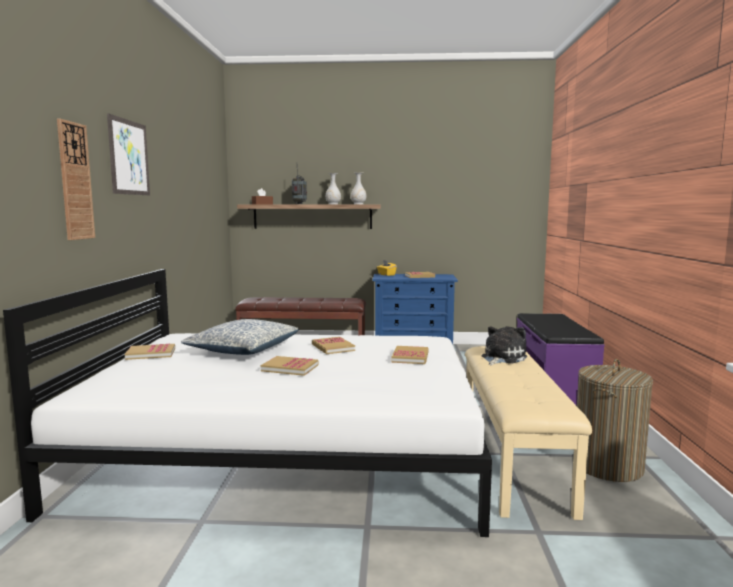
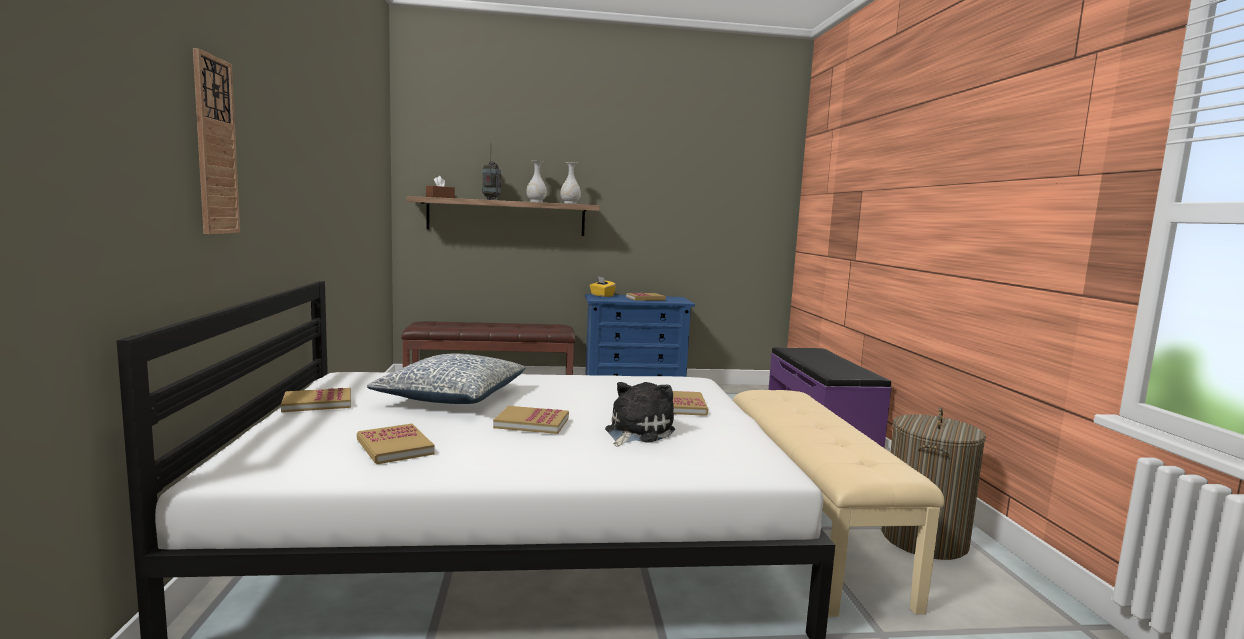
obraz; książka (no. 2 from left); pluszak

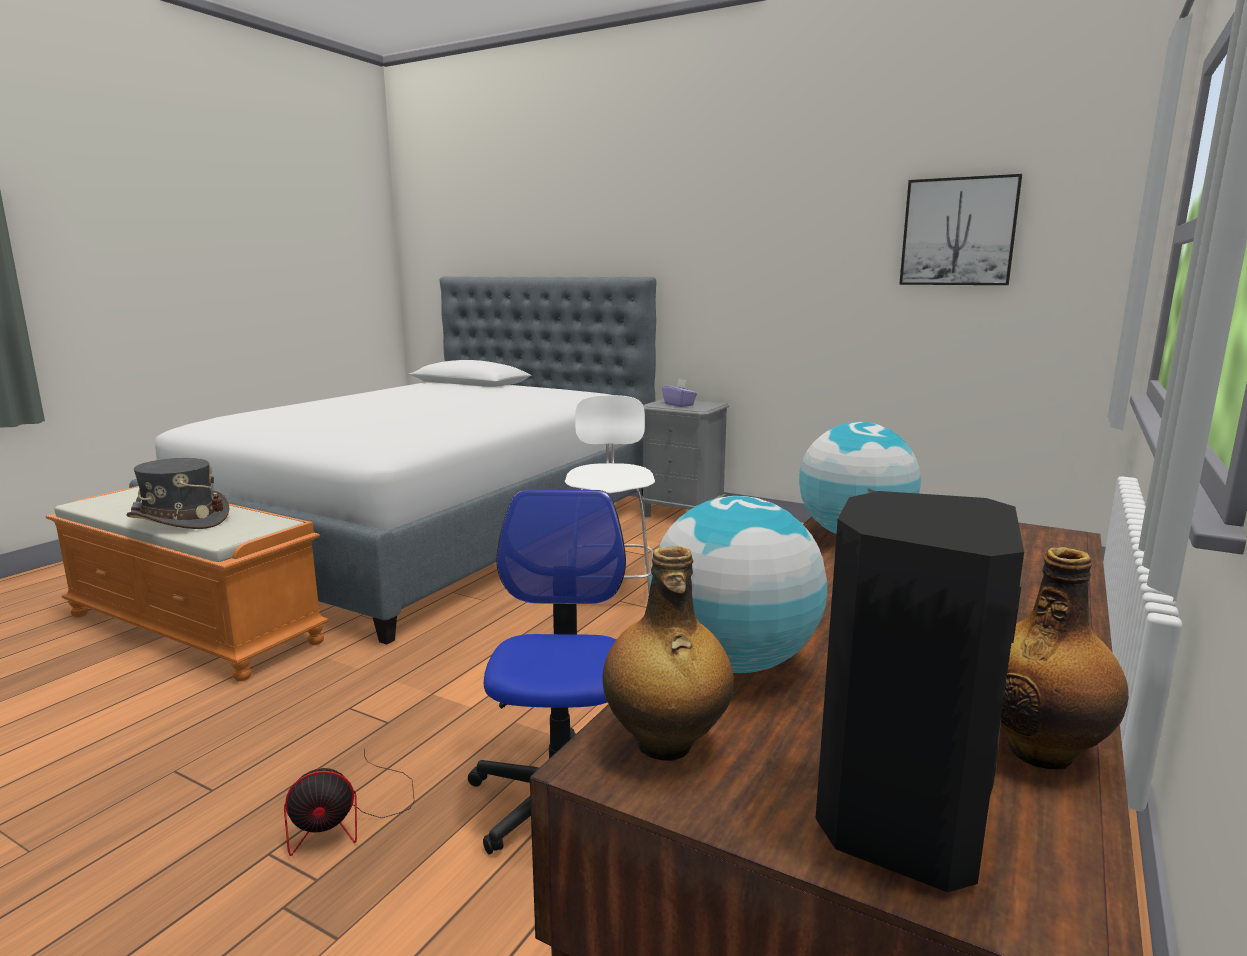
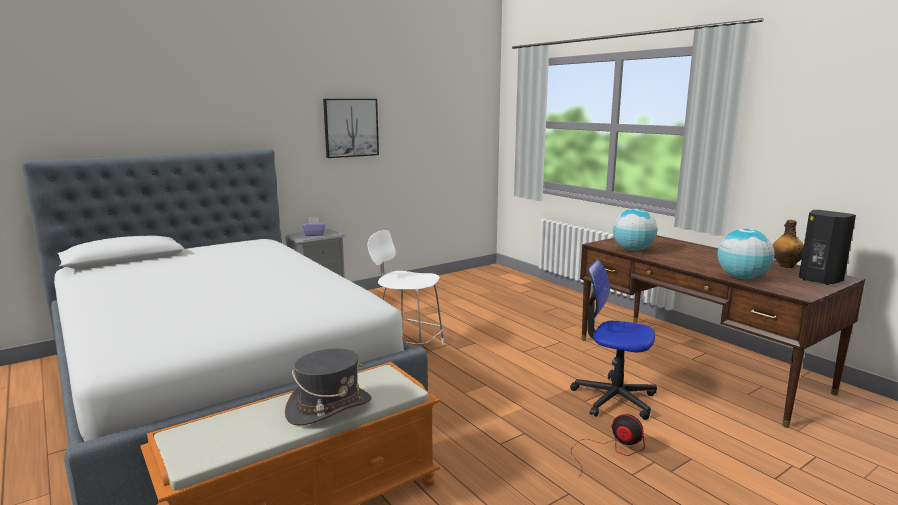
butelka (no. 1 from left in the first image); obraz; wentylator

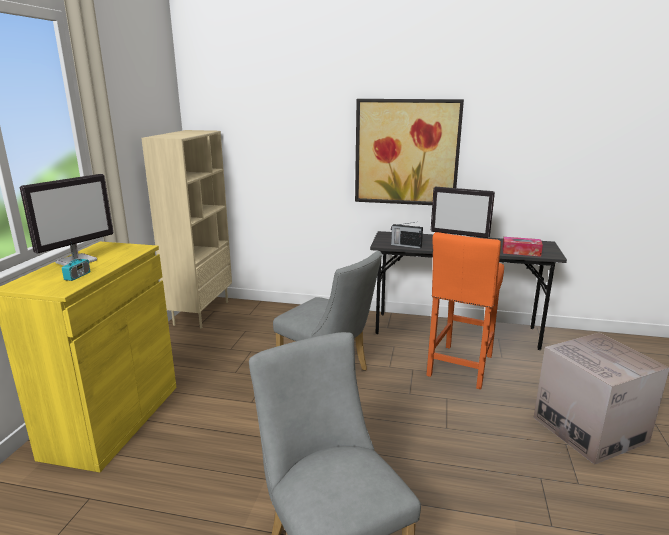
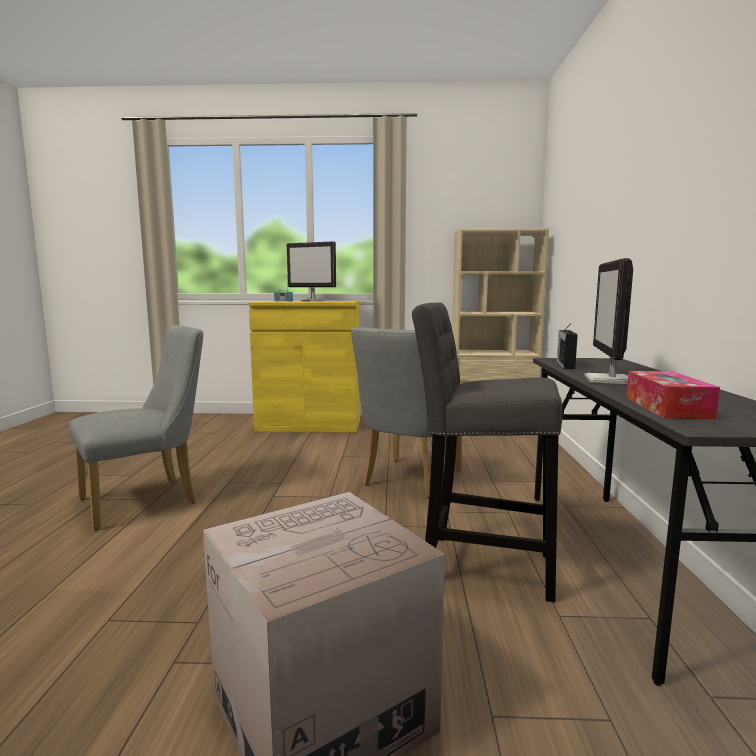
obraz; stołek [szary]

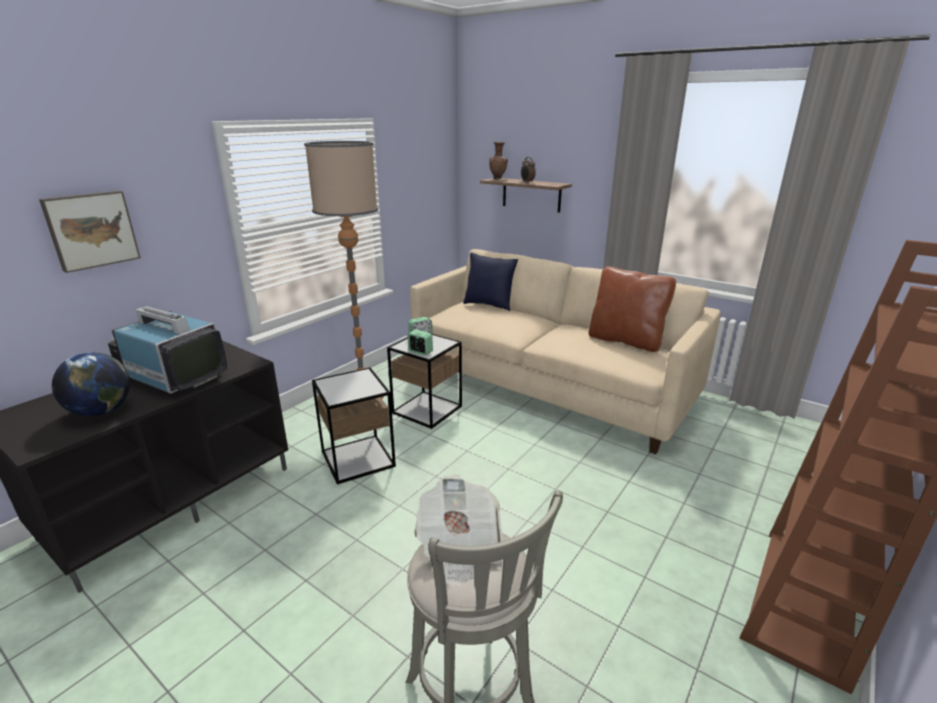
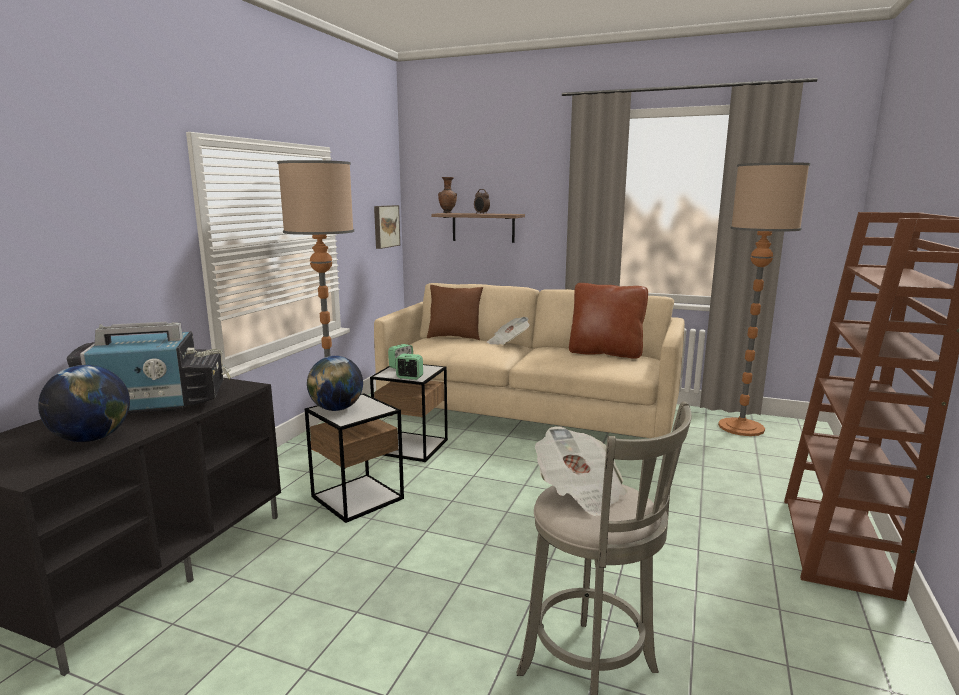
globus (no. 2 from left); gazeta (no. 1 from left); lampa stojąca (no. 2 from left); obraz; poduszka [brązowy] (no. 1 from left); telewizor

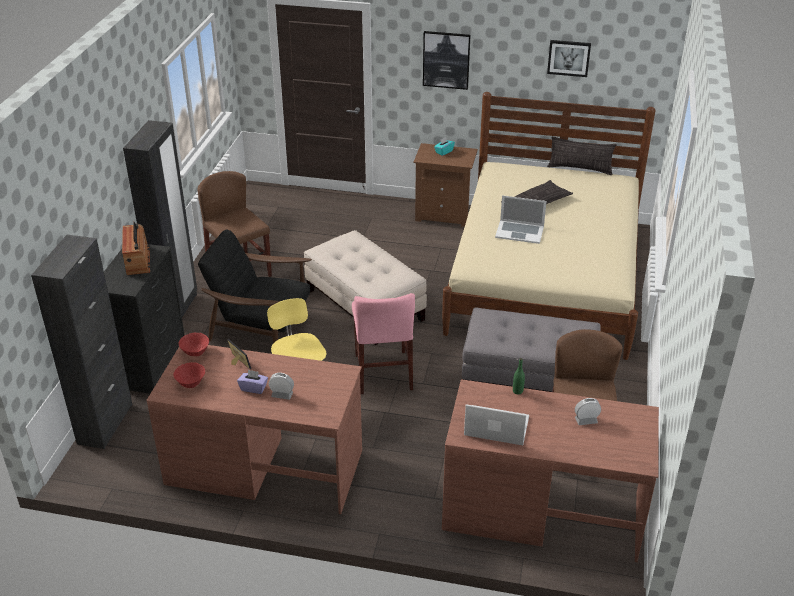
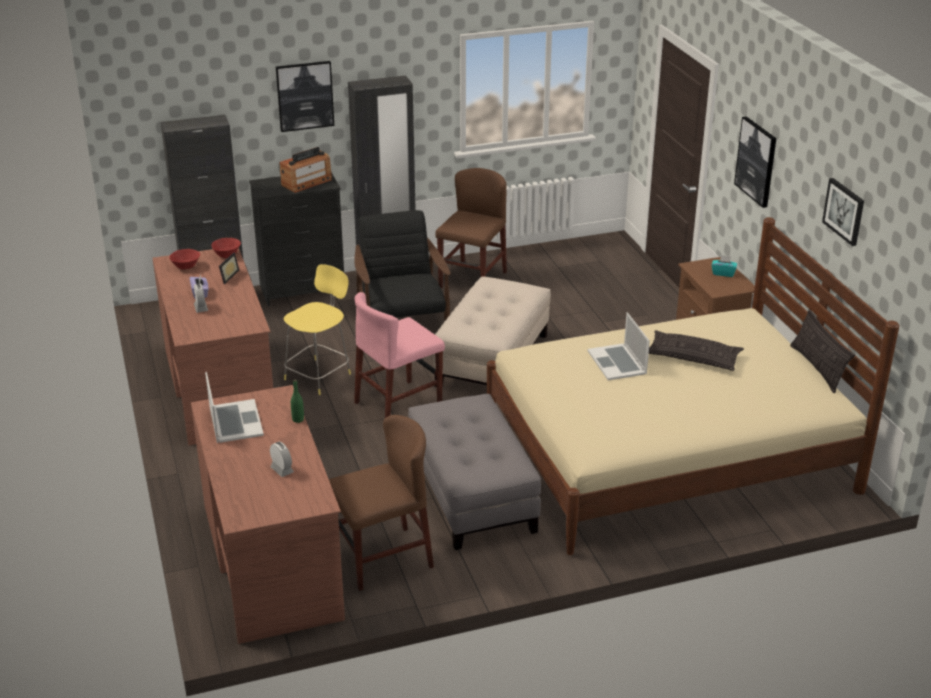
obraz (no. 1 from left)

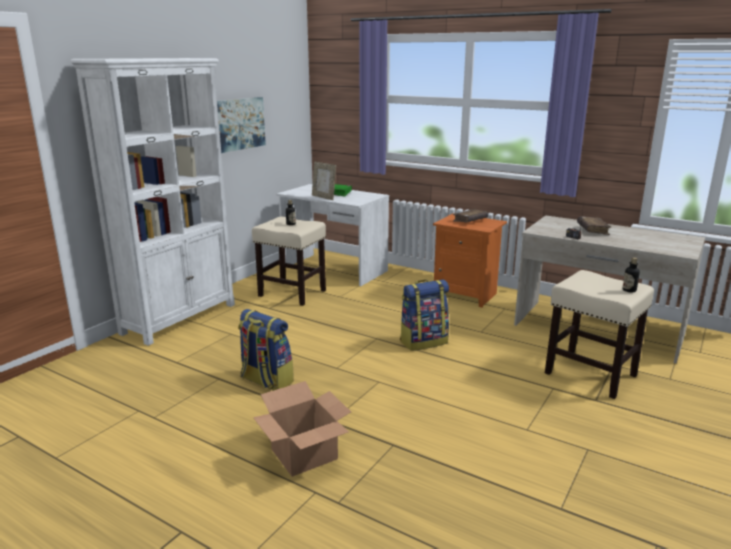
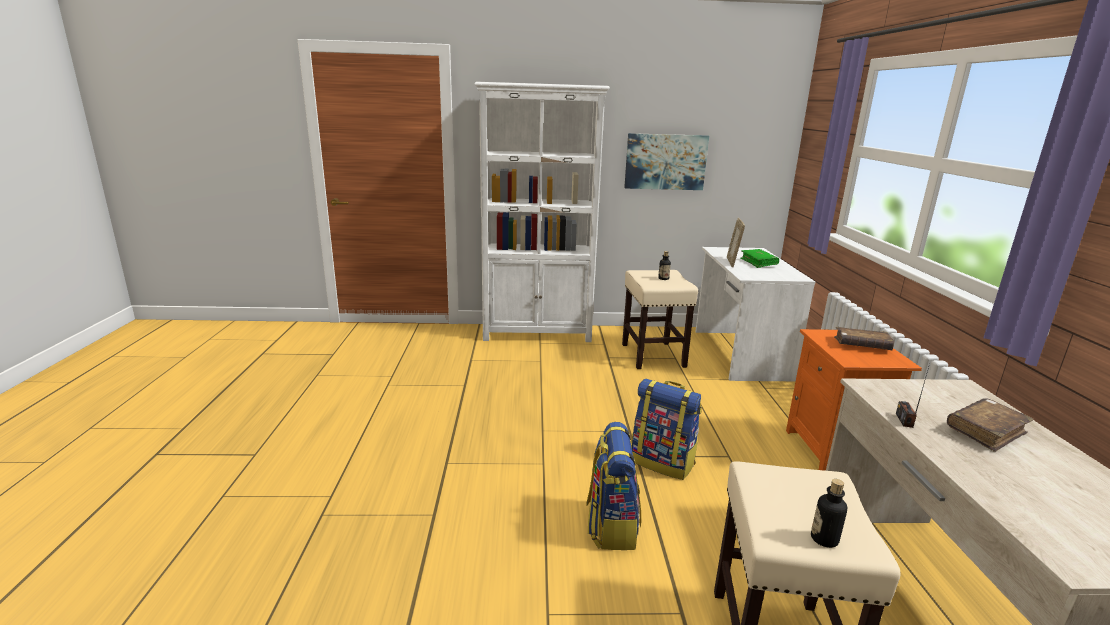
karton; plecak (no. 1 from left)

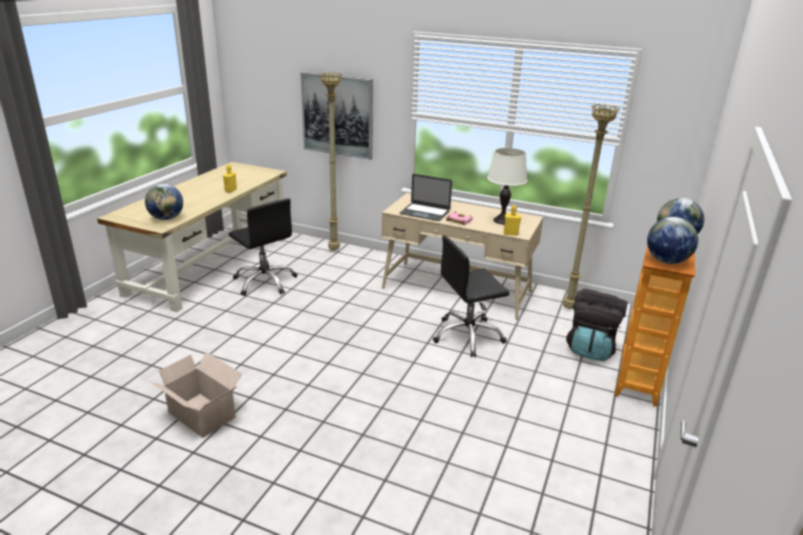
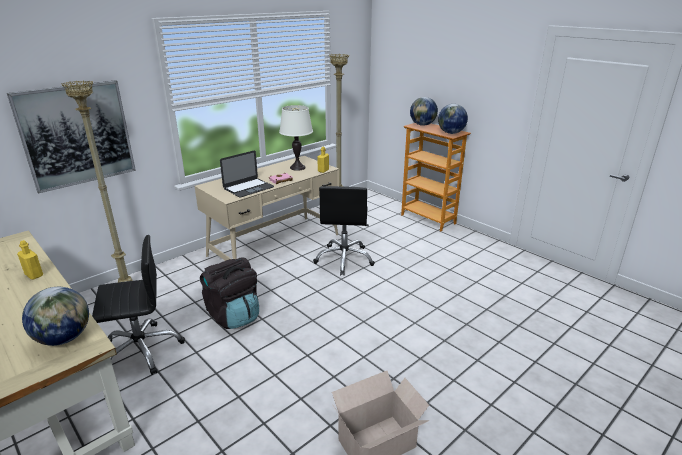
plecak [czarny]

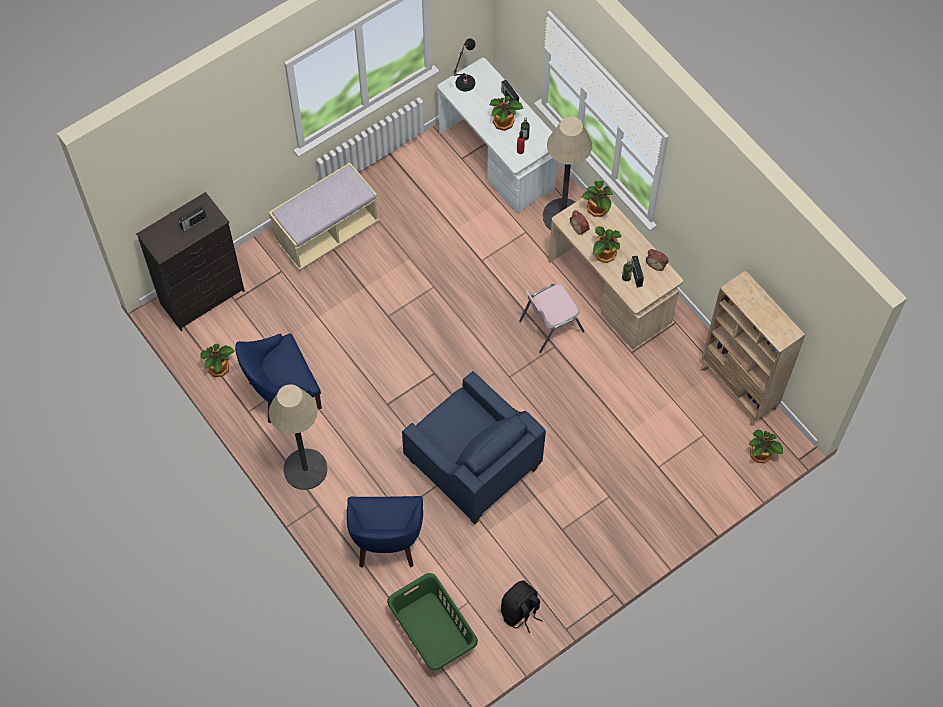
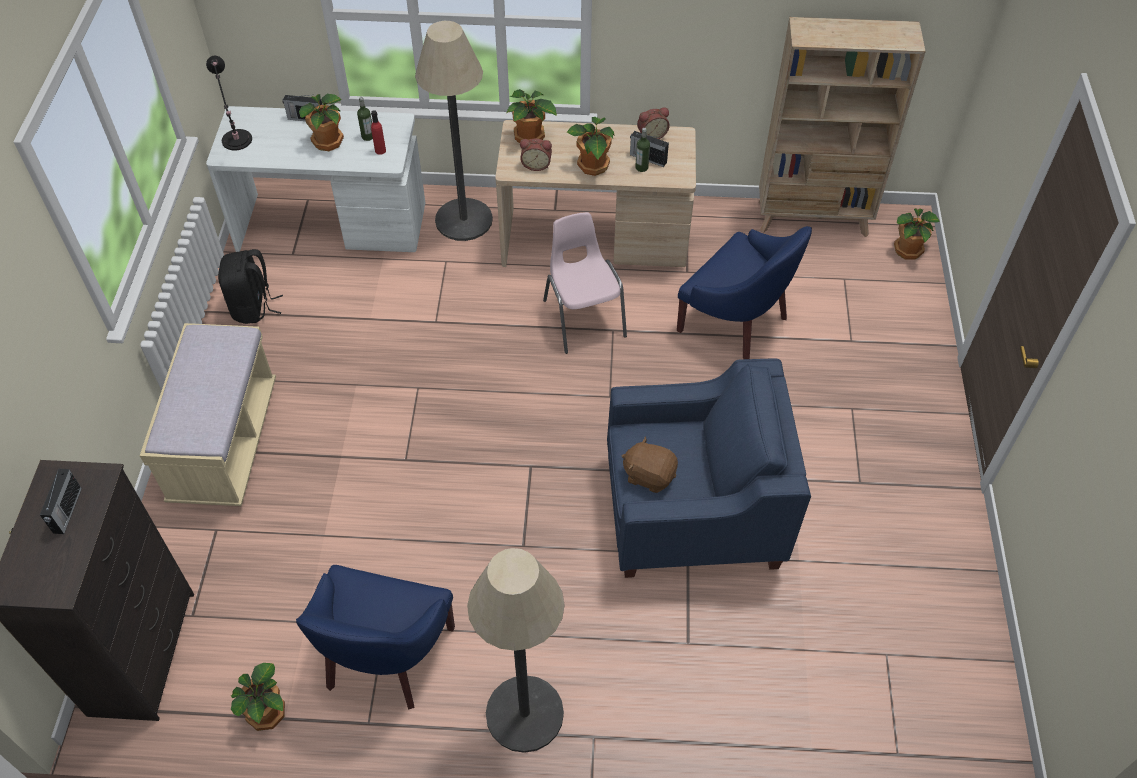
kosz na pranie [zielony]; pluszak [brązowy]; fotel [niebieski] (no. 3 from left); plecak [czarny]; krzesło [różowy]

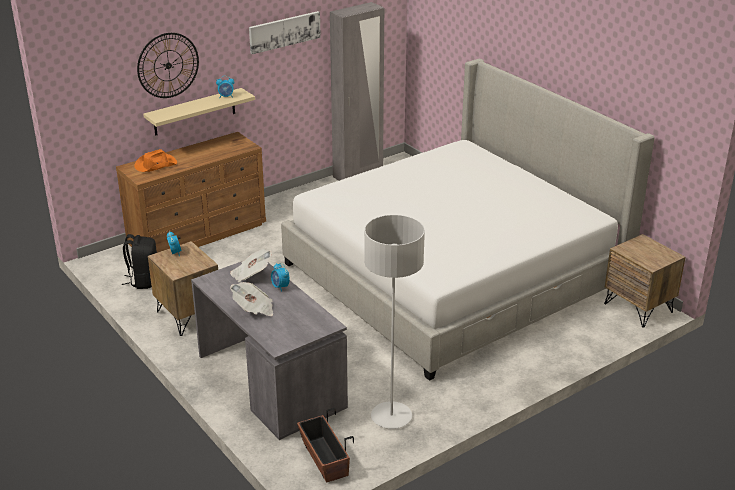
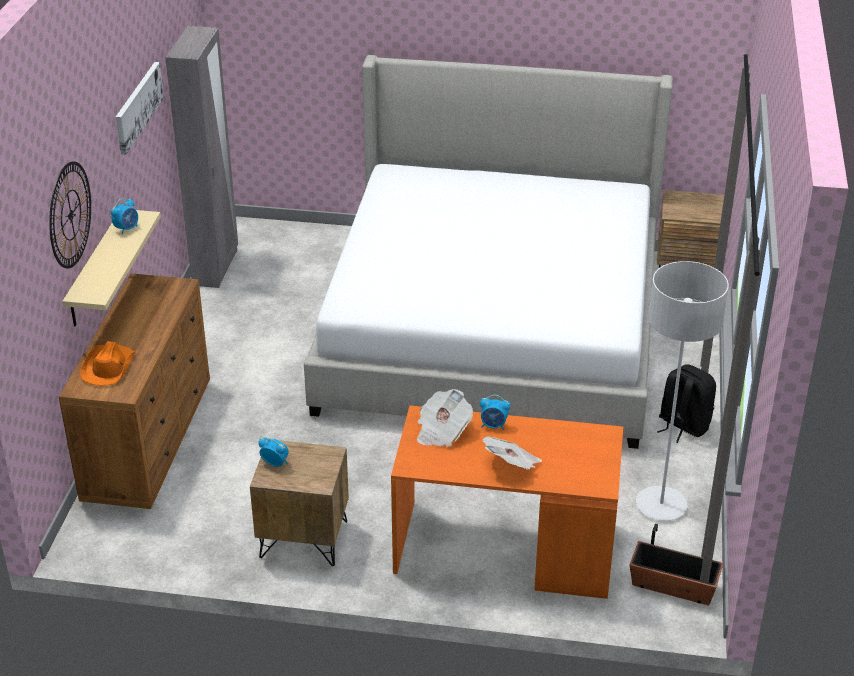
plecak [czarny]; biurko [pomarańczowy]

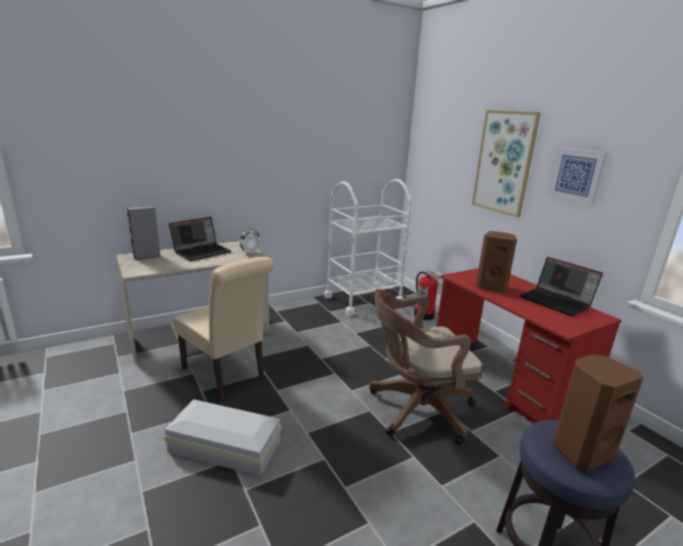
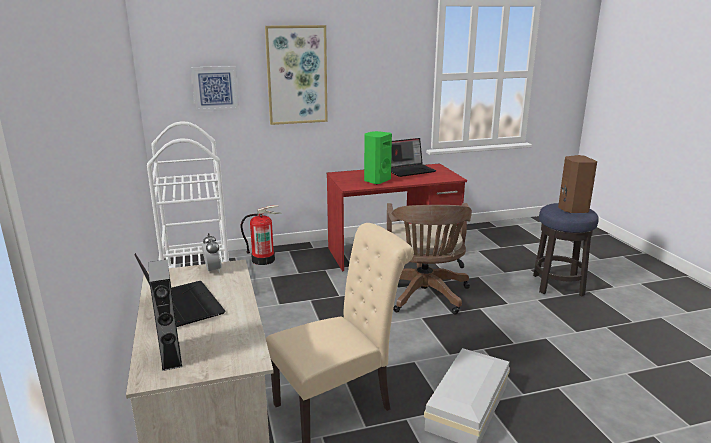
obraz (no. 1 from left); głośnik [zielony]

